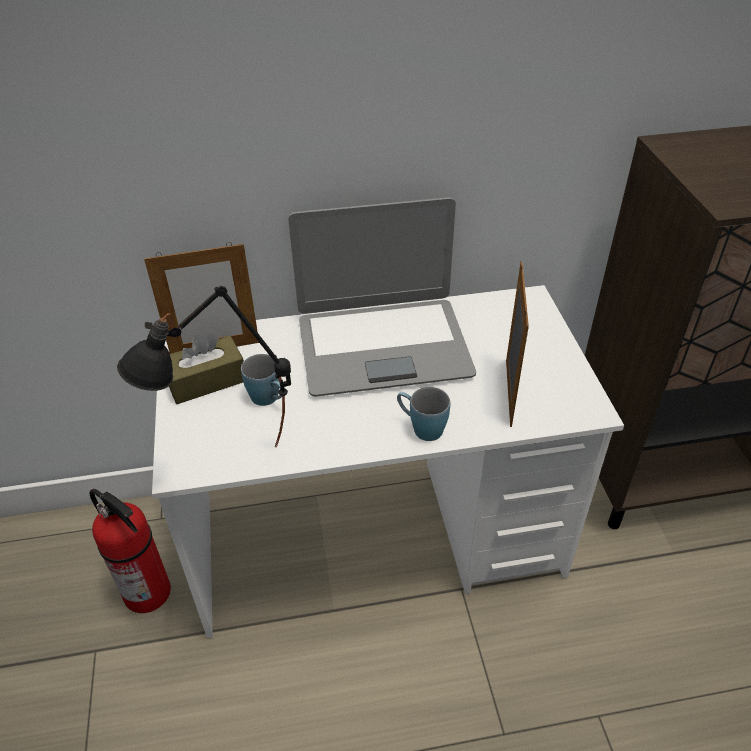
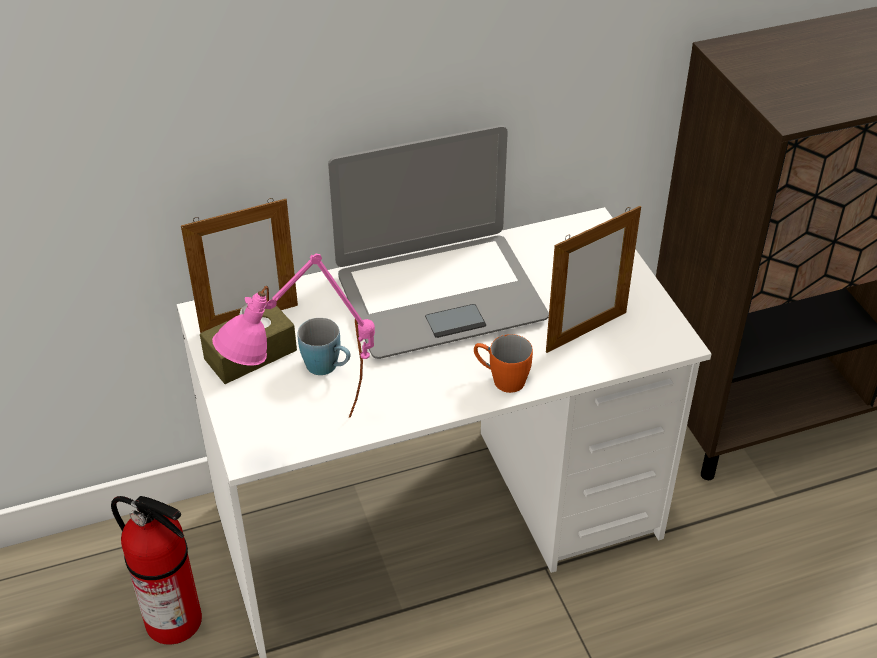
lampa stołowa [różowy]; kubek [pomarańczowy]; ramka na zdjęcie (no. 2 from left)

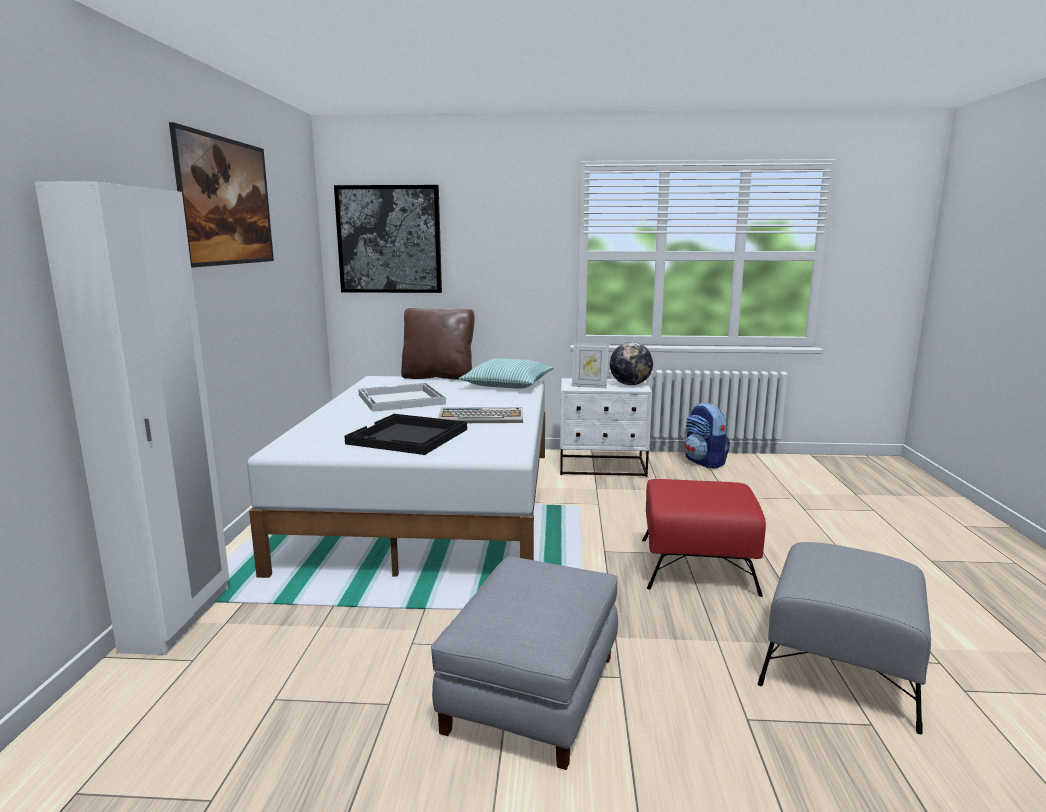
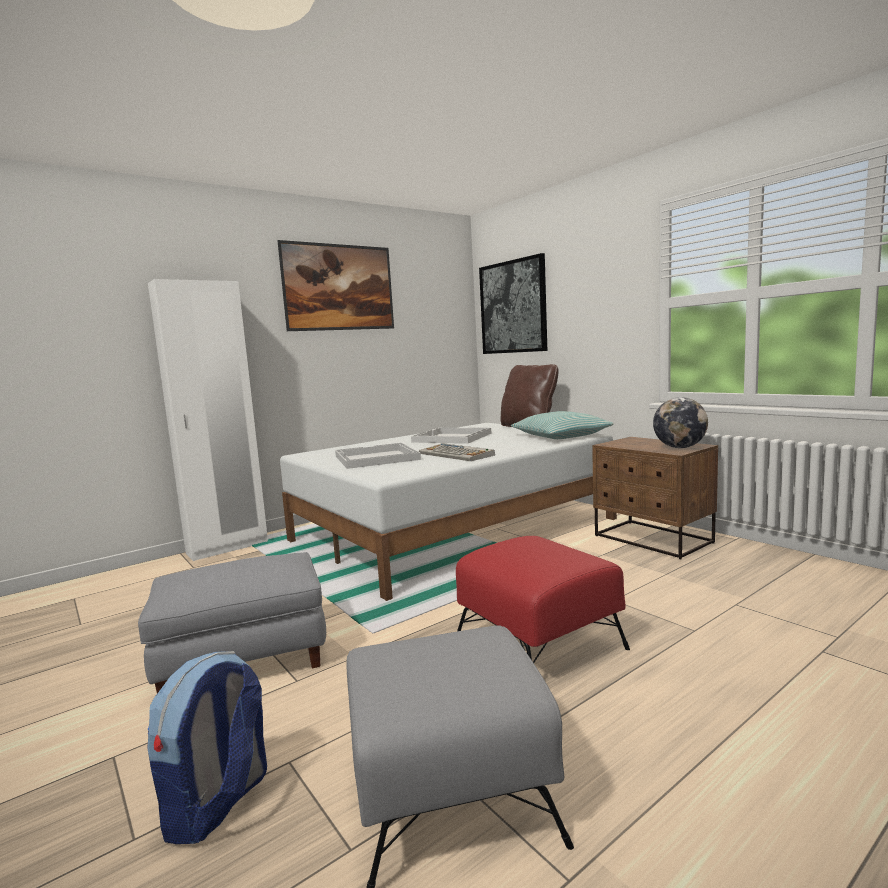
ramka na zdjęcie; plecak; taca [biały] (no. 1 from left); szafka nocna [brązowy]

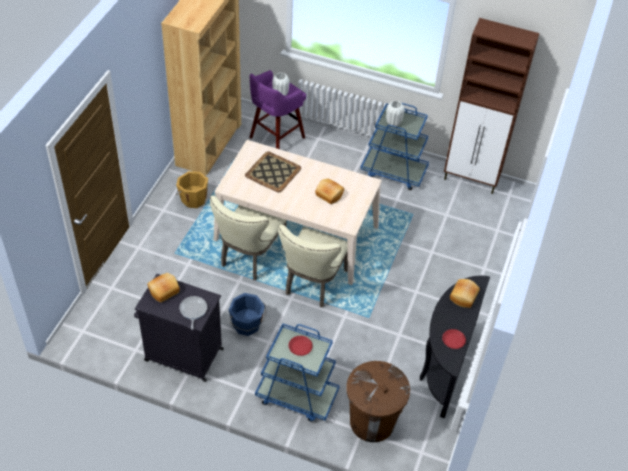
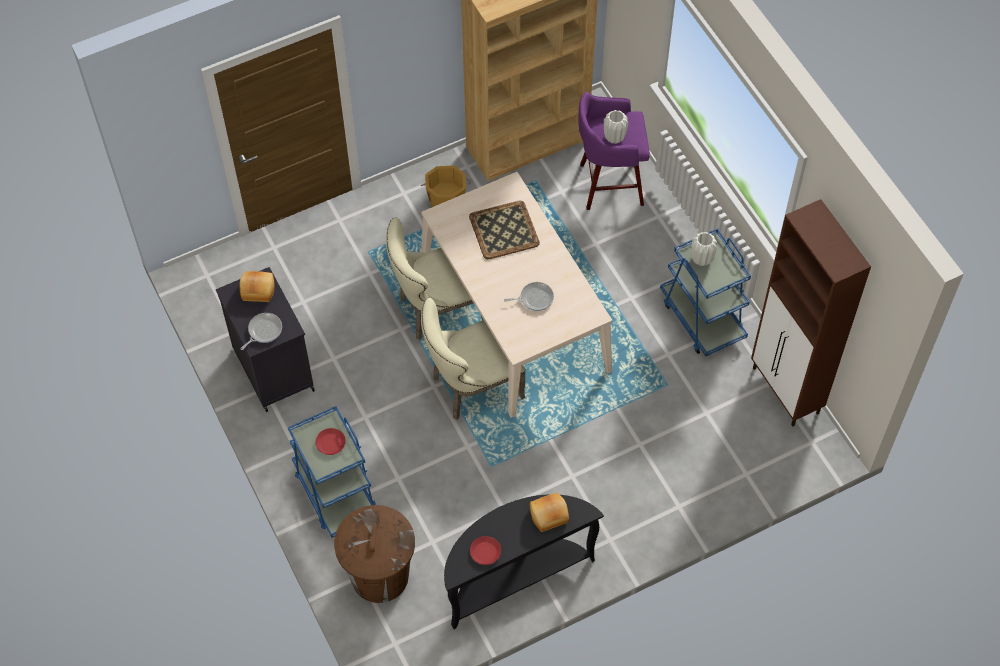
wiadro [niebieski]; patelnia (no. 2 from left)

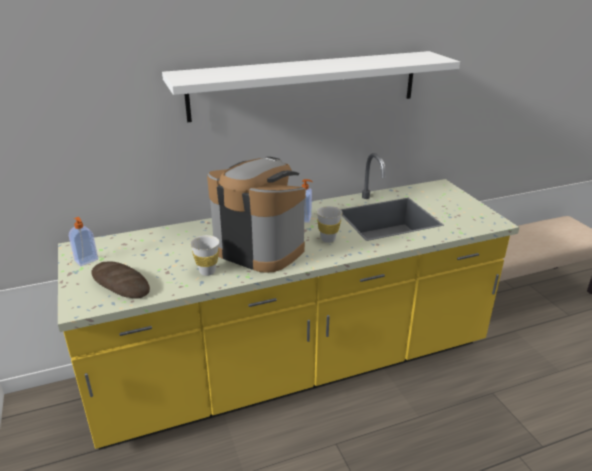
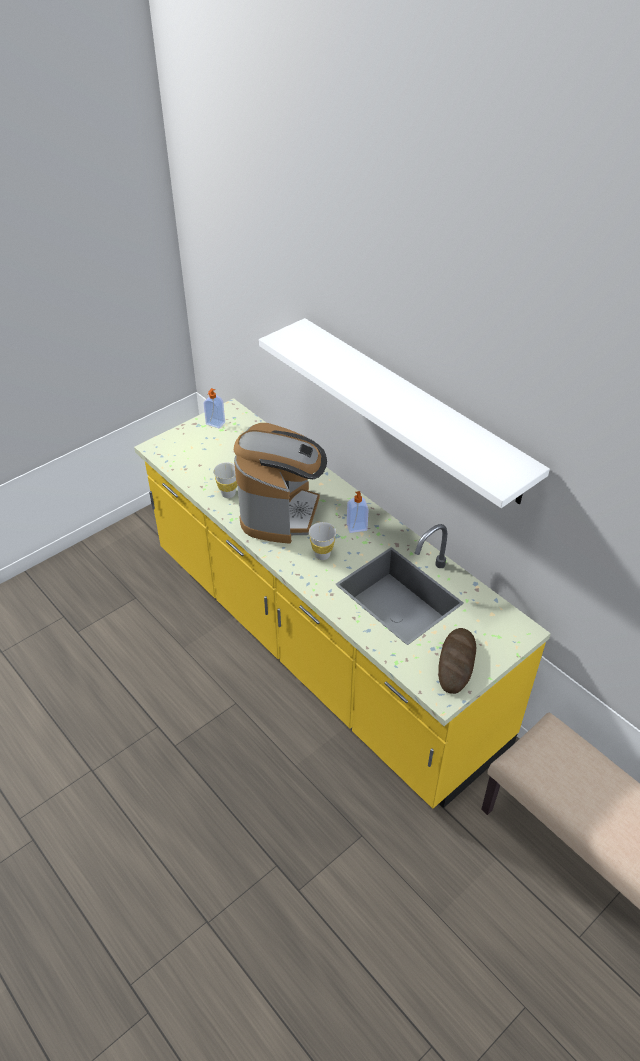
chleb

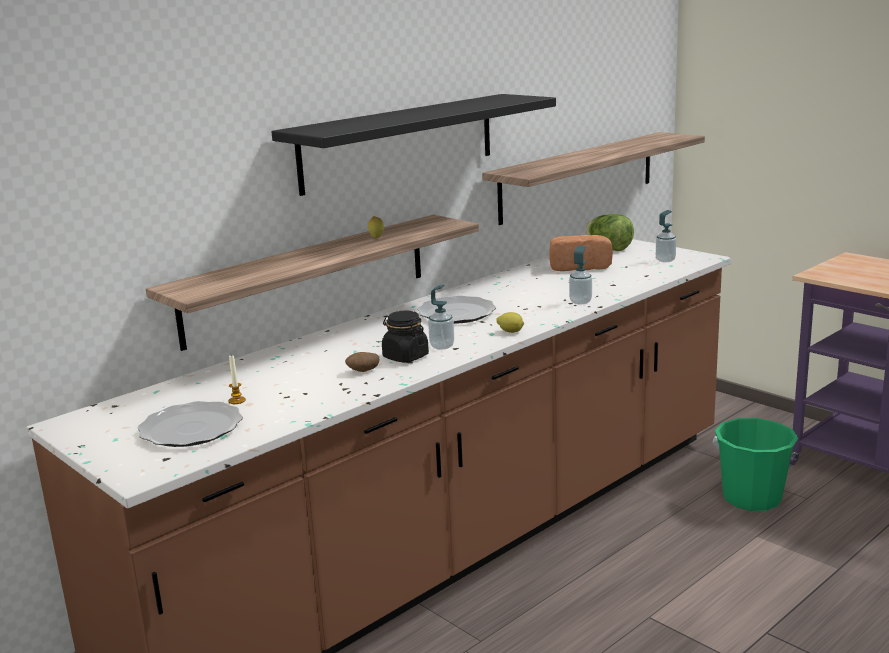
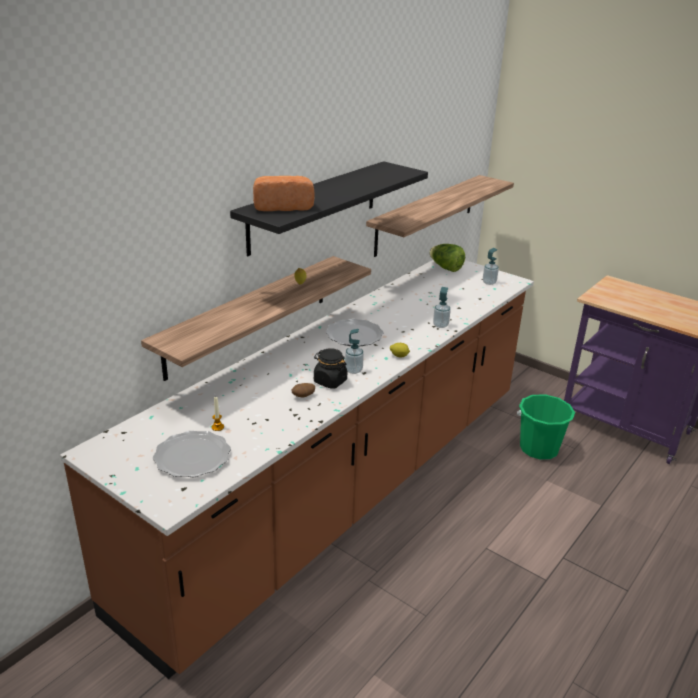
chleb

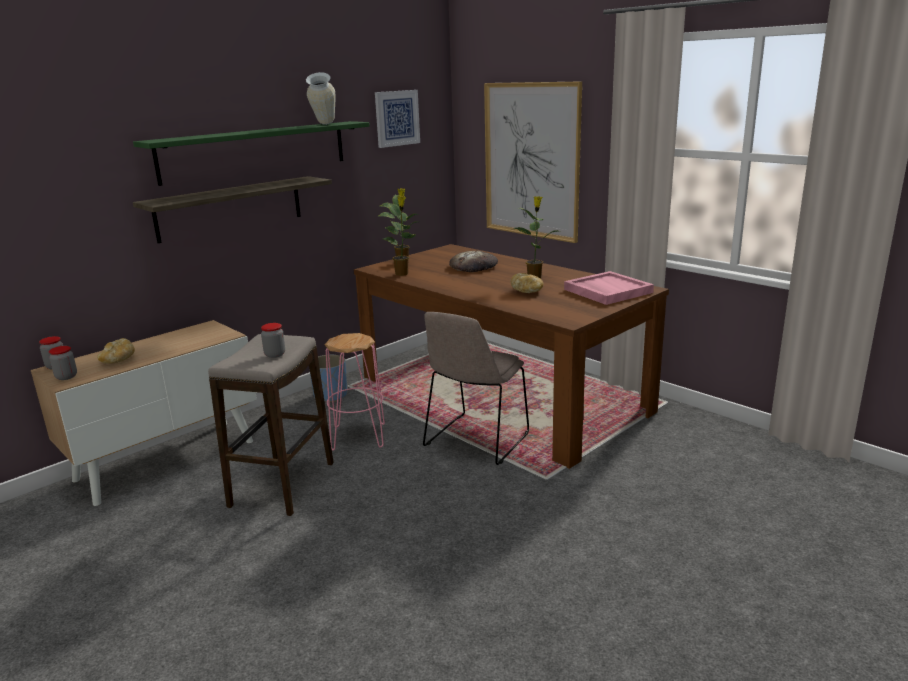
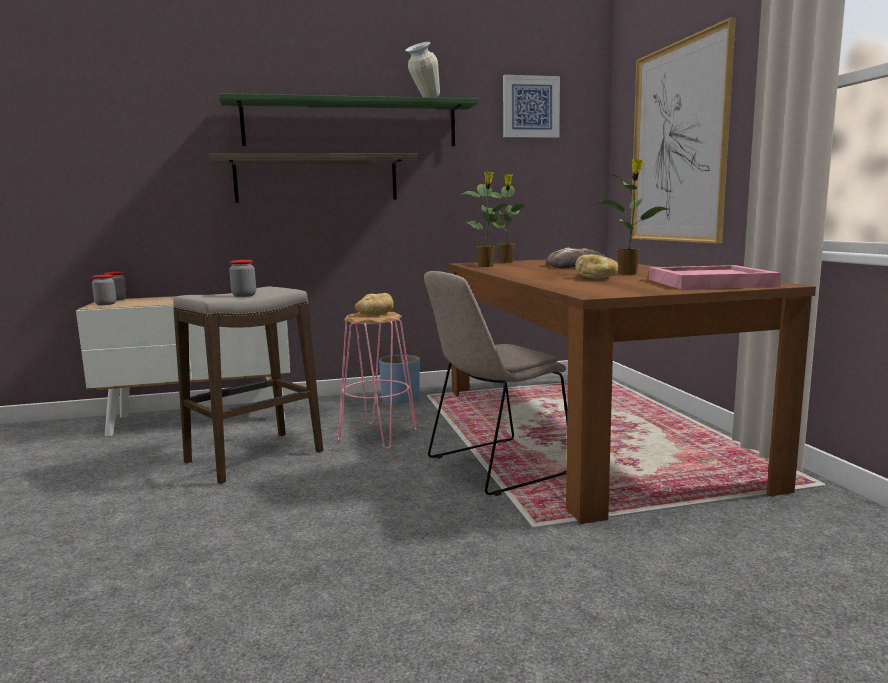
chleb (no. 1 from left)

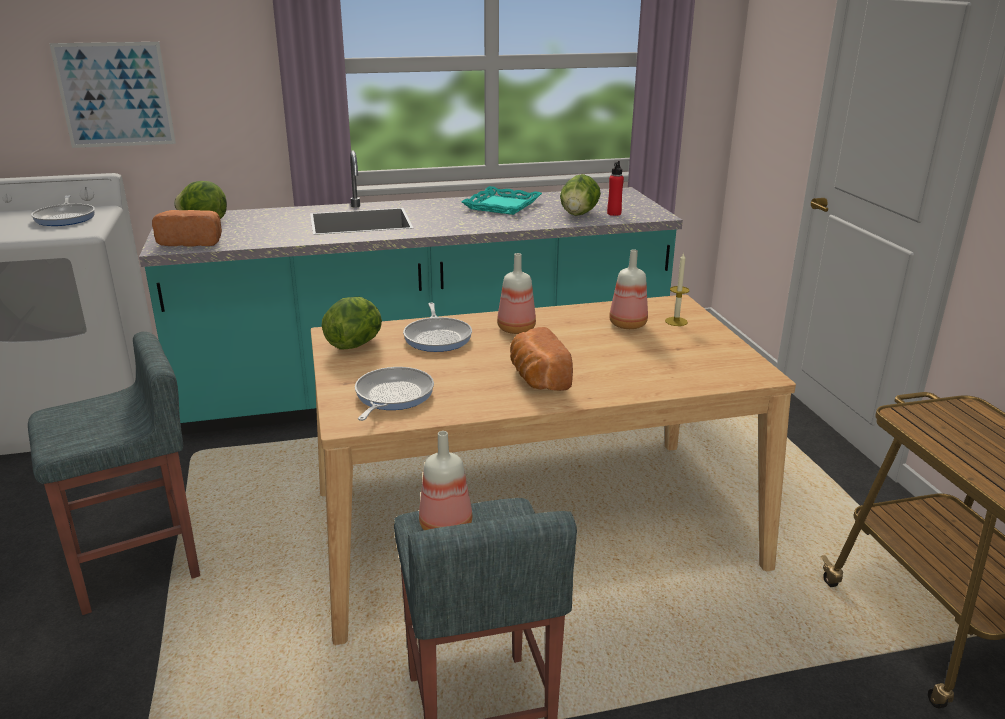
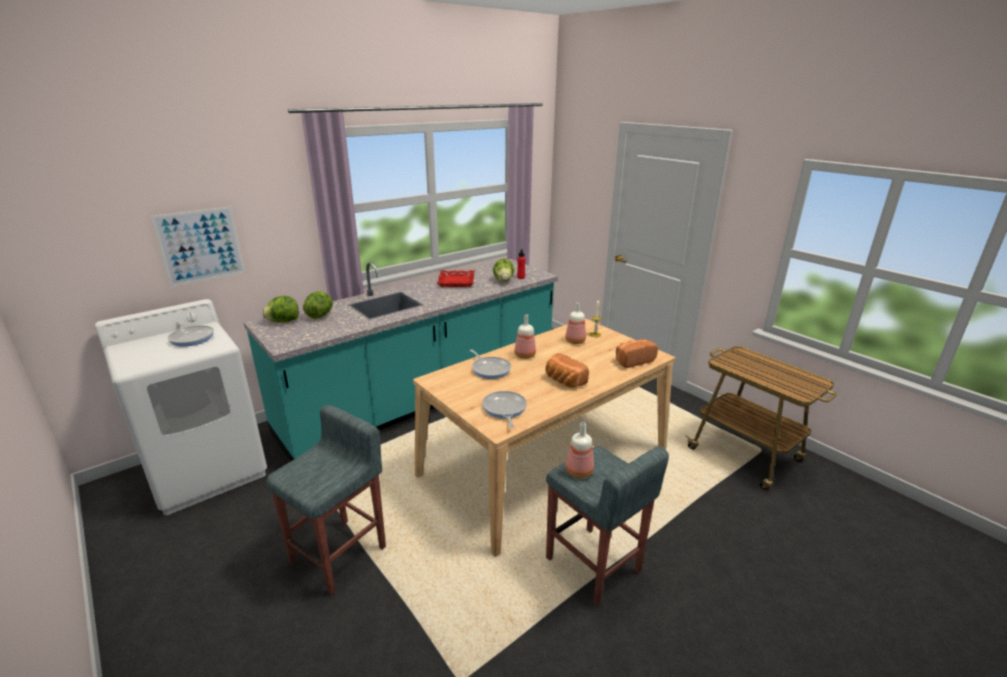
chleb (no. 2 from left); sałata (no. 2 from left); taca [czerwony]

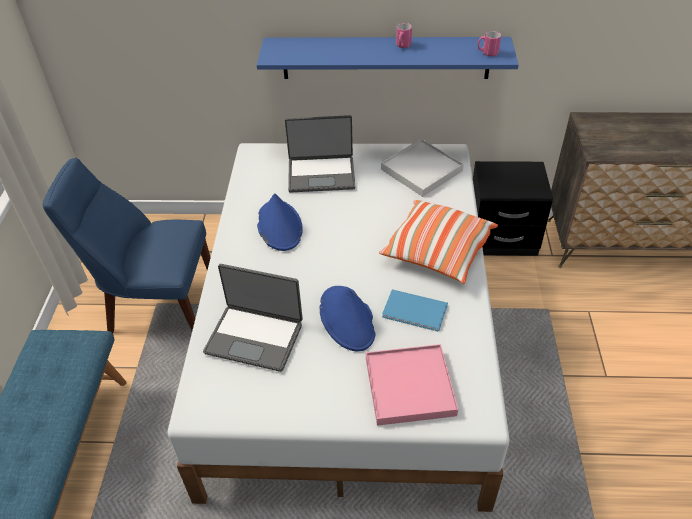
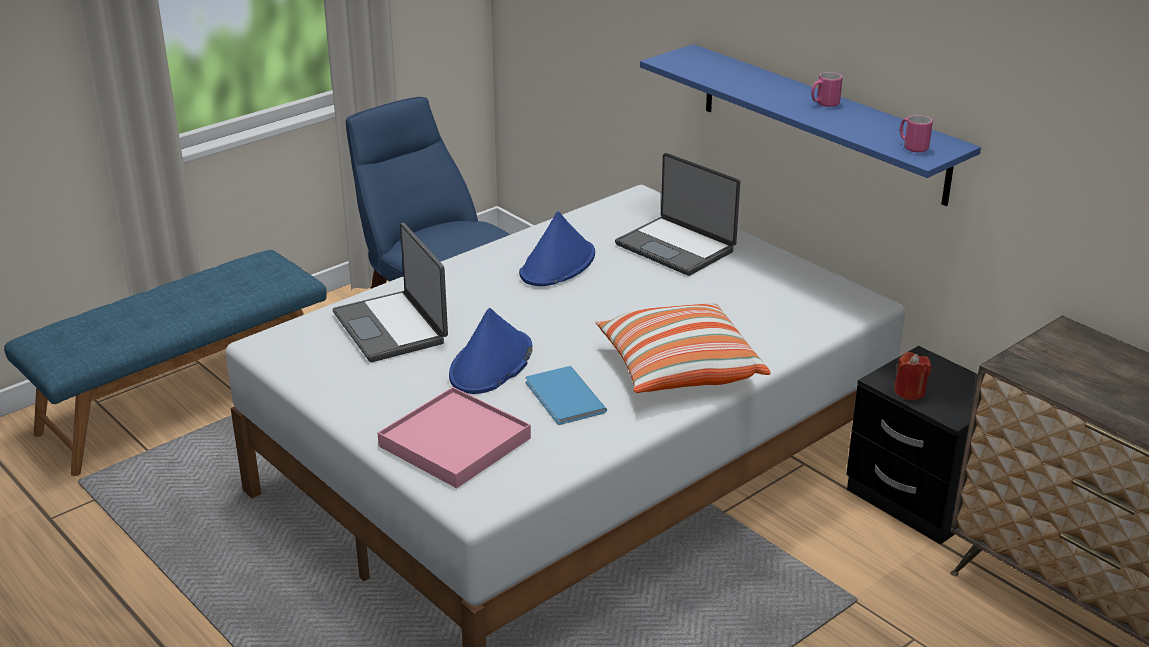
taca [biały]; świeca [czerwony]

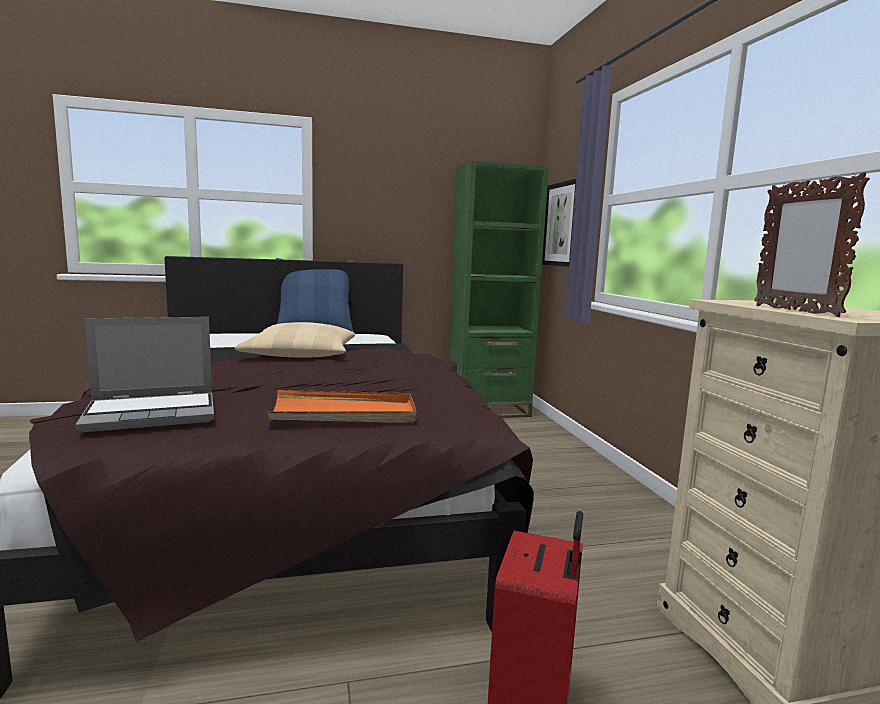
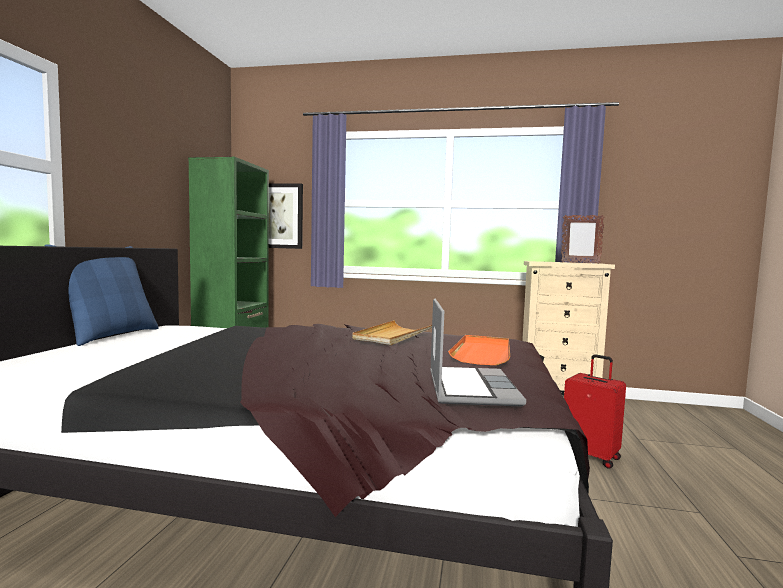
poduszka [beżowy]; taca [beżowy]

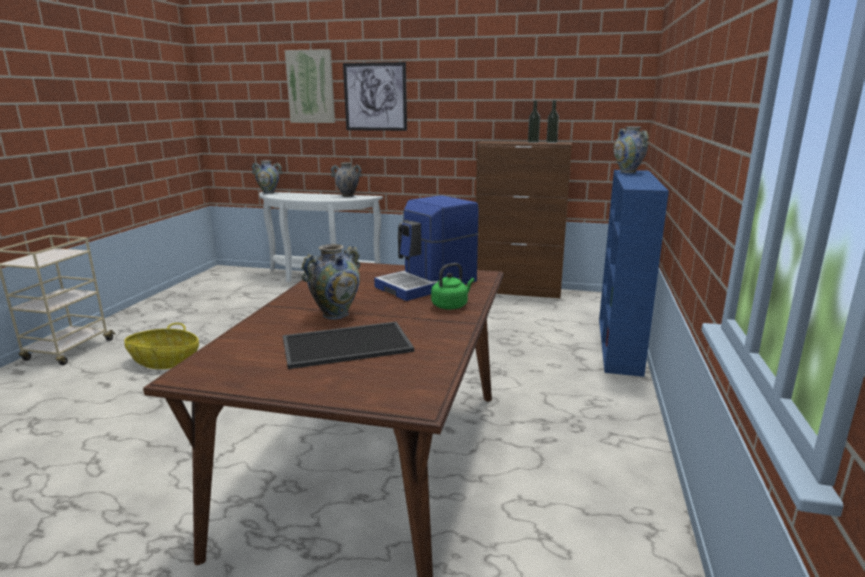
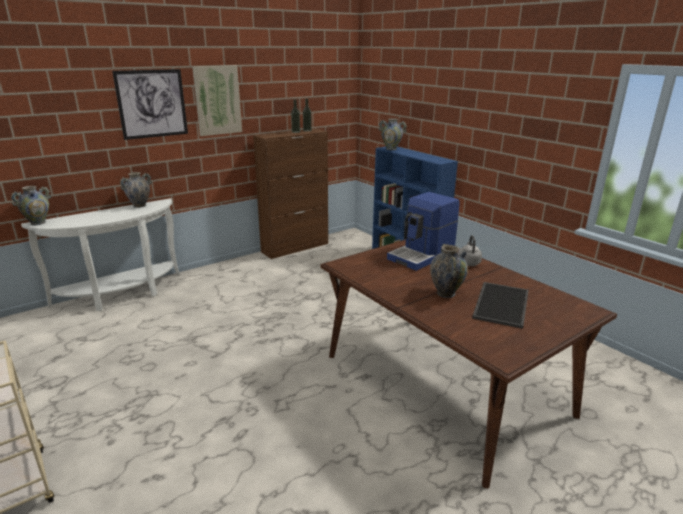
koszyk; obraz (no. 2 from left); czajnik [szary]; ekspres do kawy

